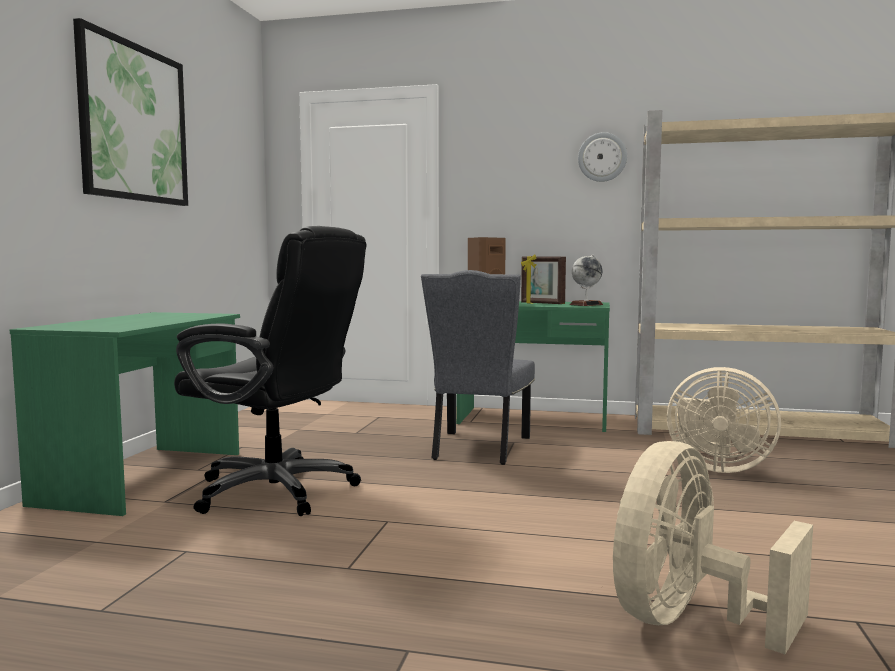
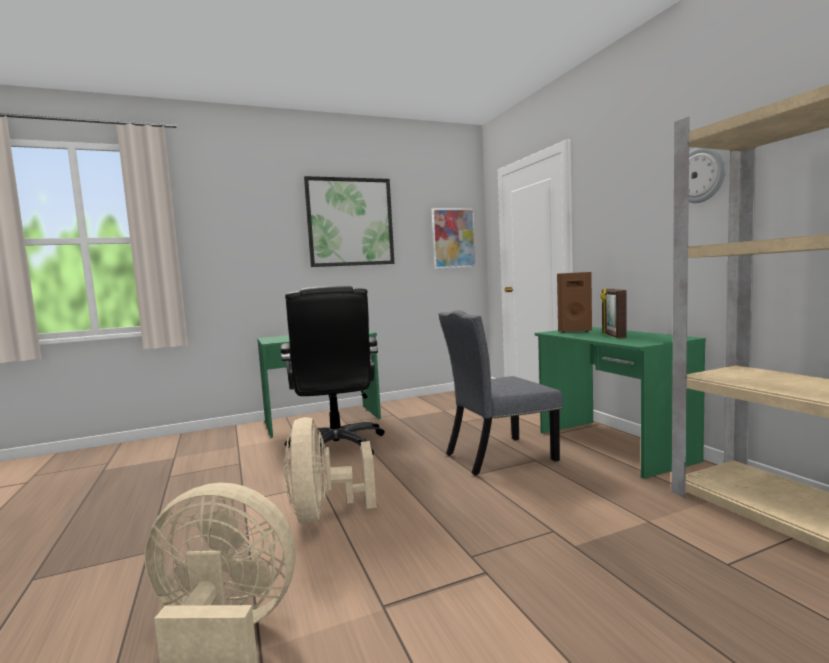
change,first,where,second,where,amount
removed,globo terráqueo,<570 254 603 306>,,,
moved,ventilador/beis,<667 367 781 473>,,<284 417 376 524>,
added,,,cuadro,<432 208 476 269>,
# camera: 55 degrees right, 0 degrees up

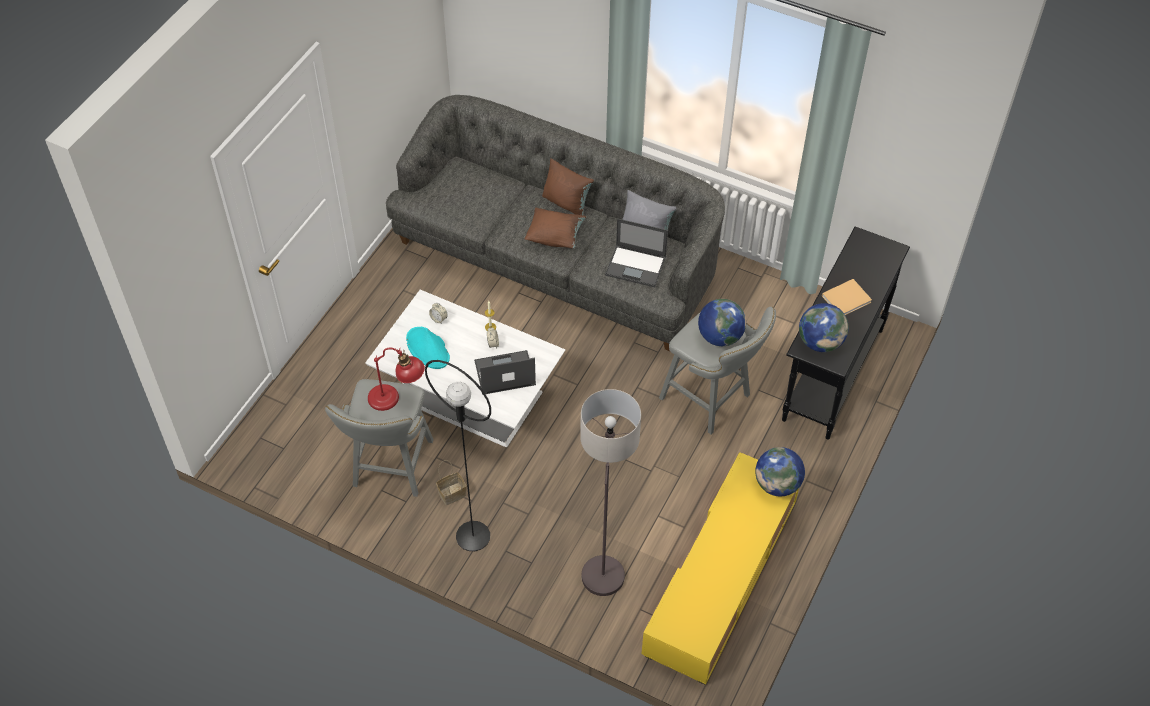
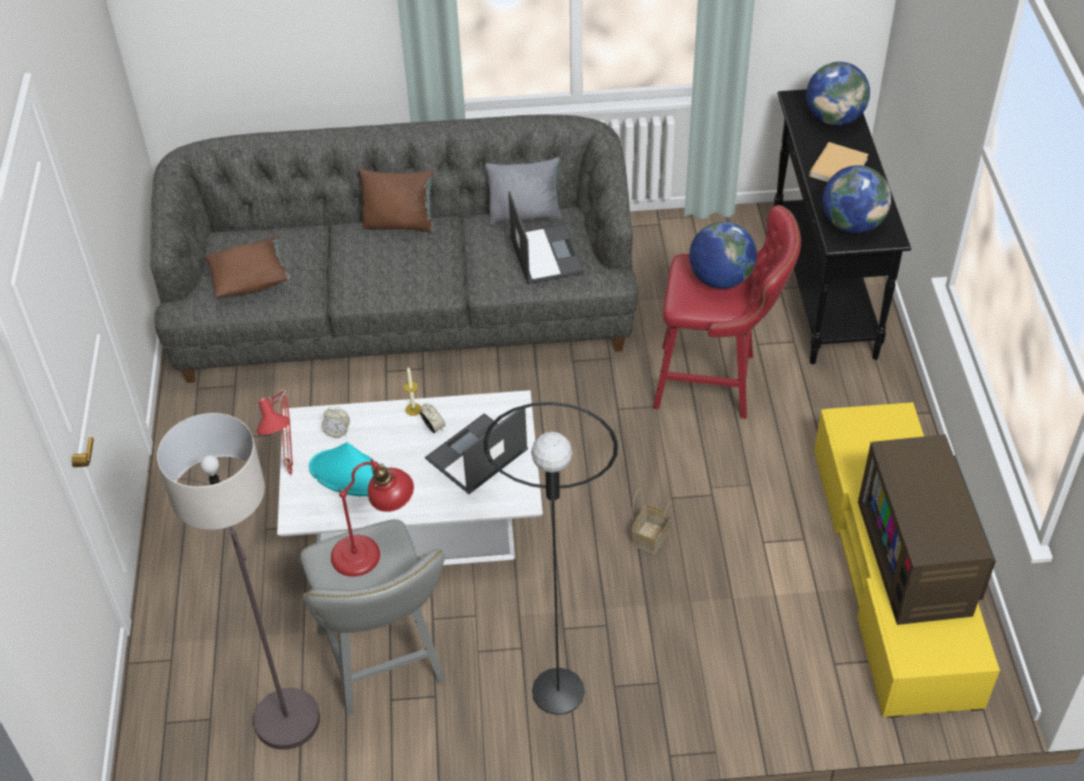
change,first,where,second,where,amount
moved,cesta,<436 460 466 505>,,<631 489 673 554>,
moved,cojín/marrón,<525 208 586 248>,,<204 237 290 297>,
moved,lámpara de pie/gris,<580 389 641 596>,,<157 413 320 750>,
turned,portátil,<605 219 668 287>,,<508 191 584 284>,90 degrees counterclockwise
recoloured,taburete/gris,<659 306 776 434>,taburete/rojo,<653 205 801 419>,
moved,globo terráqueo,<755 447 805 496>,,<806 62 870 125>,
added,,,lámpara de mesa/rojo,<256 389 293 476>,
added,,,televisor,<858 434 996 625>,
# camera: 30 degrees left, 5 degrees down

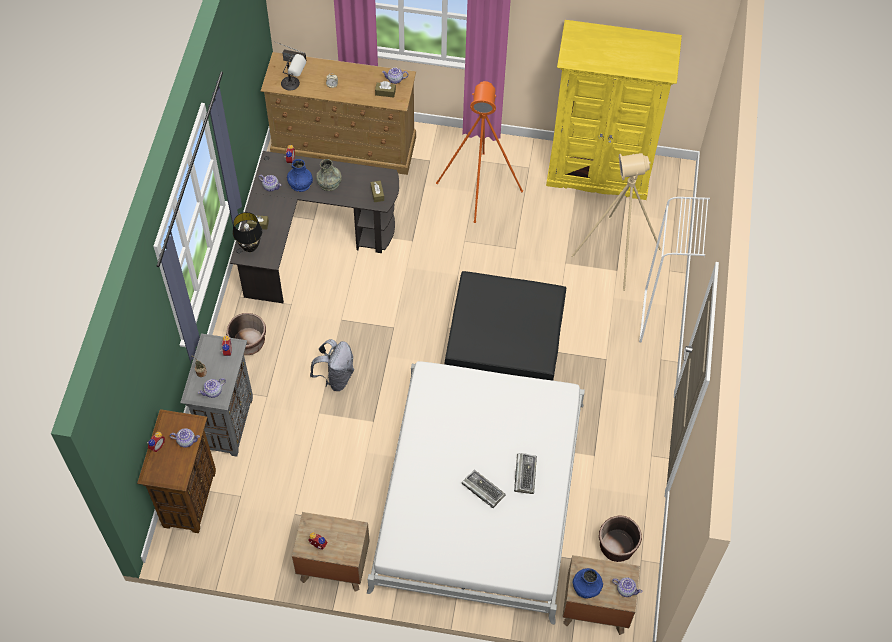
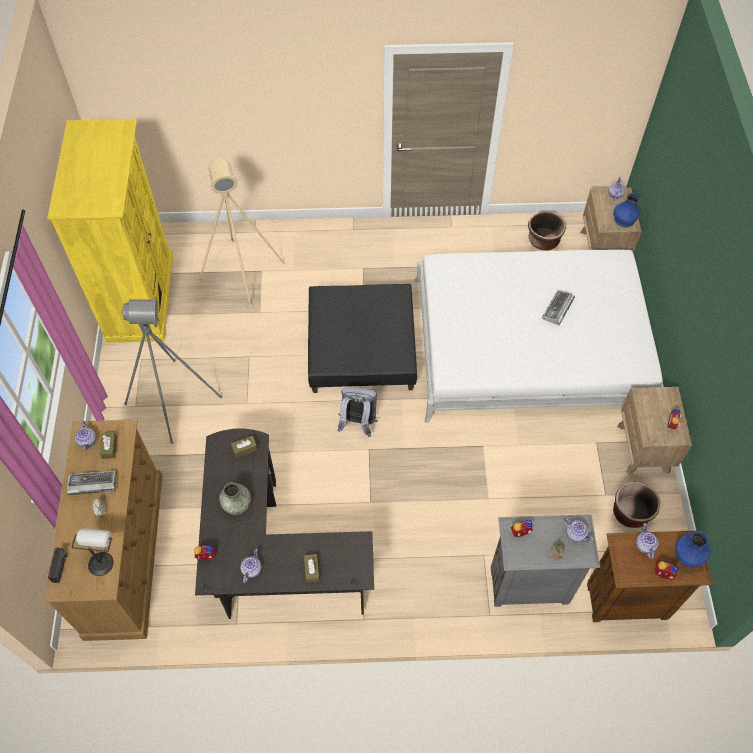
change,first,where,second,where,amount
moved,maceta/marrón,<226 313 266 355>,,<613 482 660 528>,
removed,lámpara de mesa/negro,<233 212 262 252>,,,
moved,florero/azul,<287 159 313 192>,,<675 531 711 567>,
moved,mochila/gris,<310 339 354 391>,,<338 386 378 437>,
recoloured,lámpara de pie/naranja,<436 81 523 223>,lámpara de pie/gris,<121 297 222 444>,
moved,teclado,<514 453 537 494>,,<67 470 117 495>,
removed,perchero/blanco,<639 197 710 343>,,,
# camera: 100 degrees left, 0 degrees up

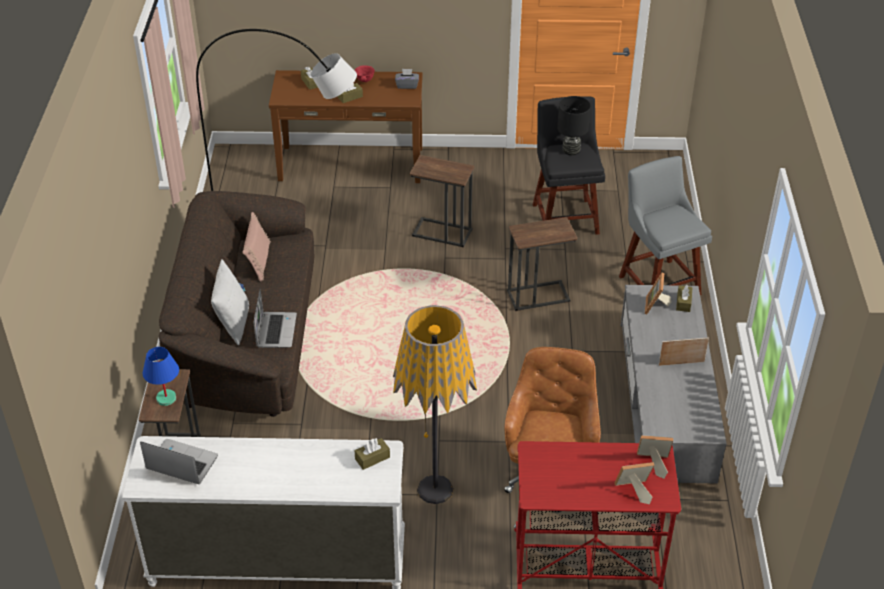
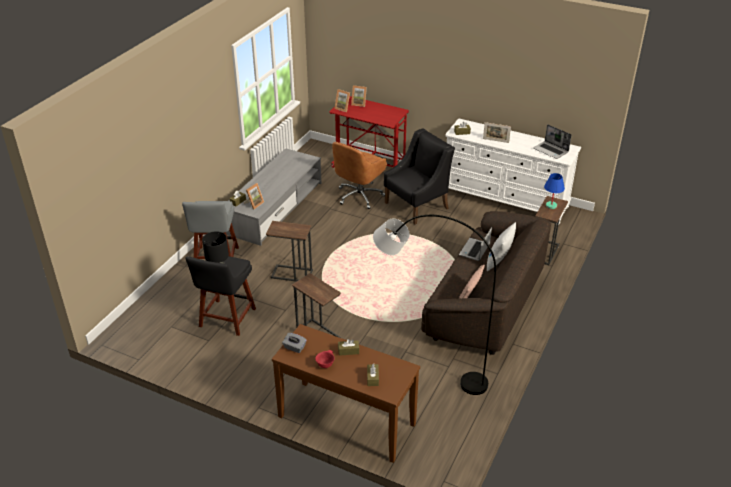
change,first,where,second,where,amount
replaced,lámpara de pie,<393 305 477 504>,sillón/negro,<384 129 455 225>,
moved,portarretratos,<659 337 709 366>,,<483 122 511 143>,
# camera: 155 degrees left, 5 degrees down

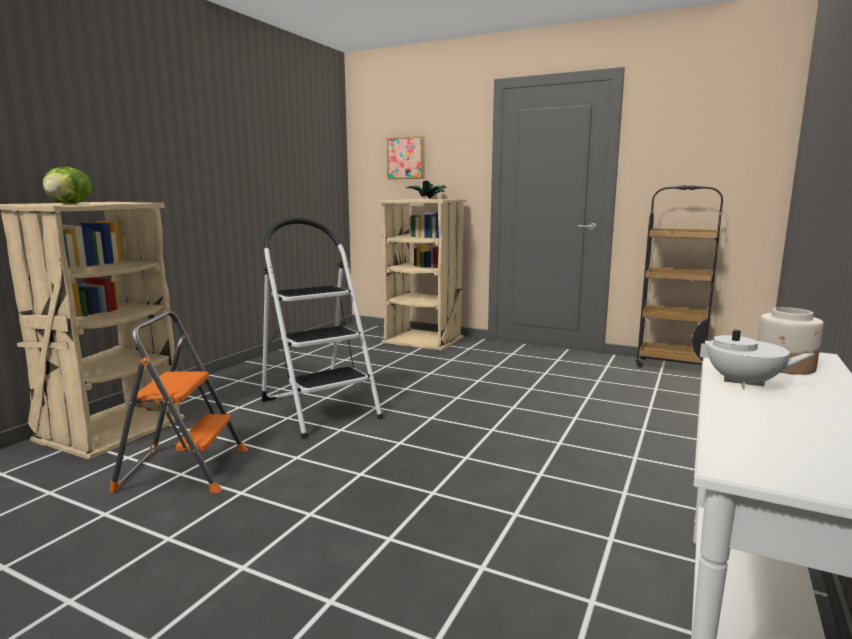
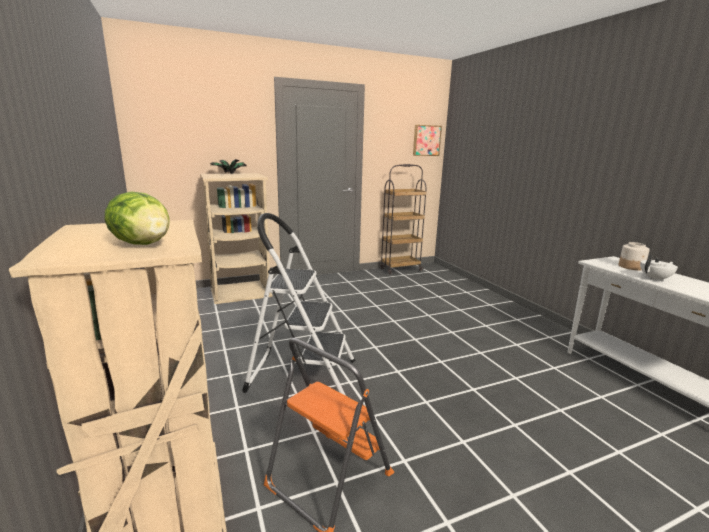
change,first,where,second,where,amount
moved,cuadro,<387 136 425 179>,,<413 125 442 156>,
# camera: 50 degrees left, 5 degrees up

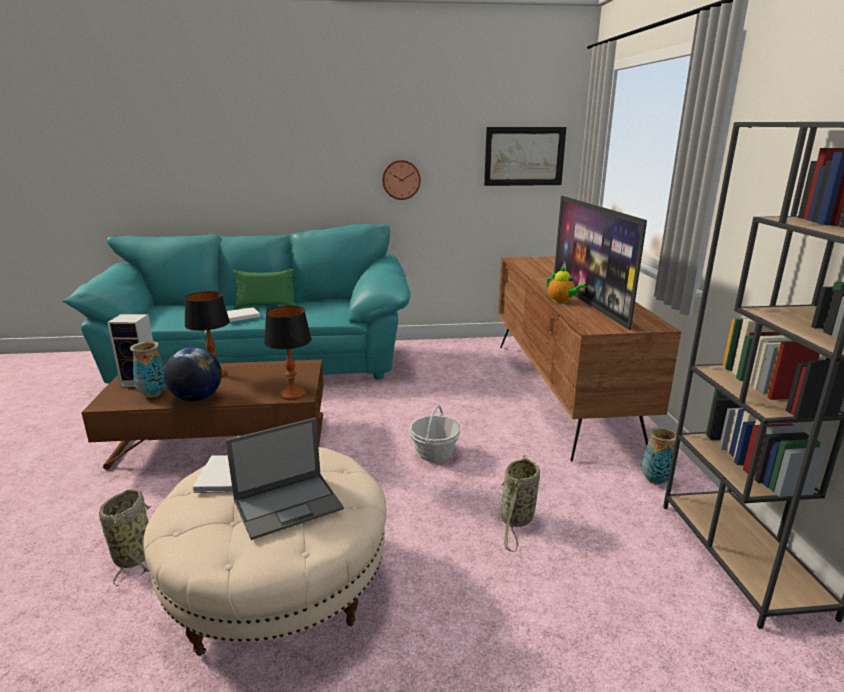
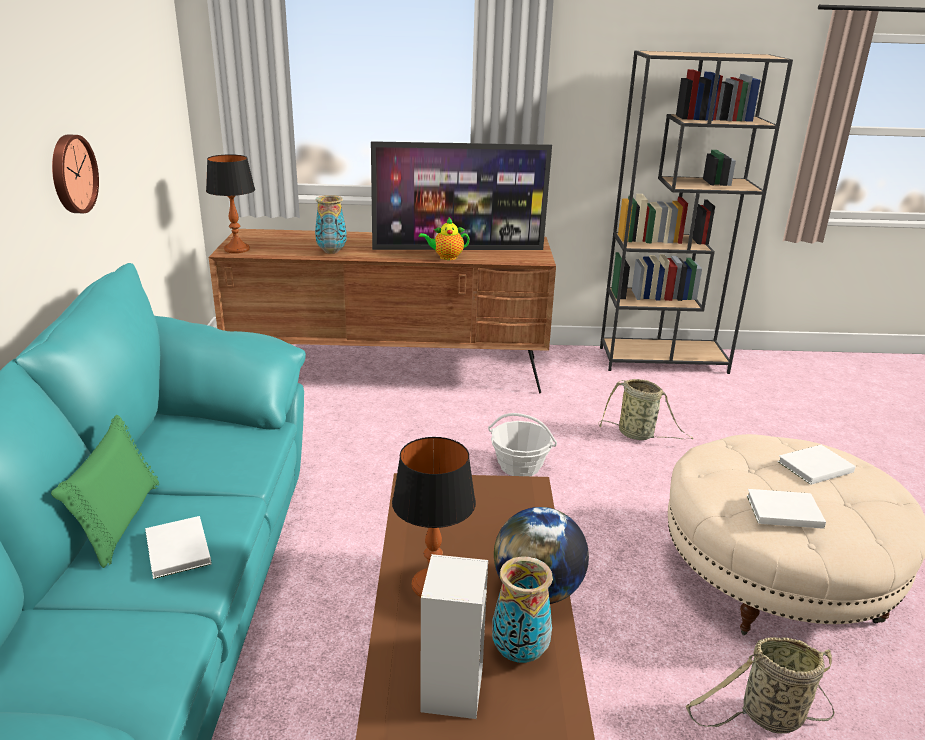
change,first,where,second,where,amount
replaced,portátil,<225 417 344 540>,libro/blanco,<778 445 856 485>,
moved,lámpara de mesa,<264 306 312 400>,,<206 154 255 253>,
removed,cuadro,<484 127 566 186>,,,
turned,tetera,<546 265 587 303>,,<419 218 470 260>,150 degrees counterclockwise
moved,florero,<641 427 677 485>,,<315 195 347 254>,
# camera: 85 degrees left, 5 degrees up

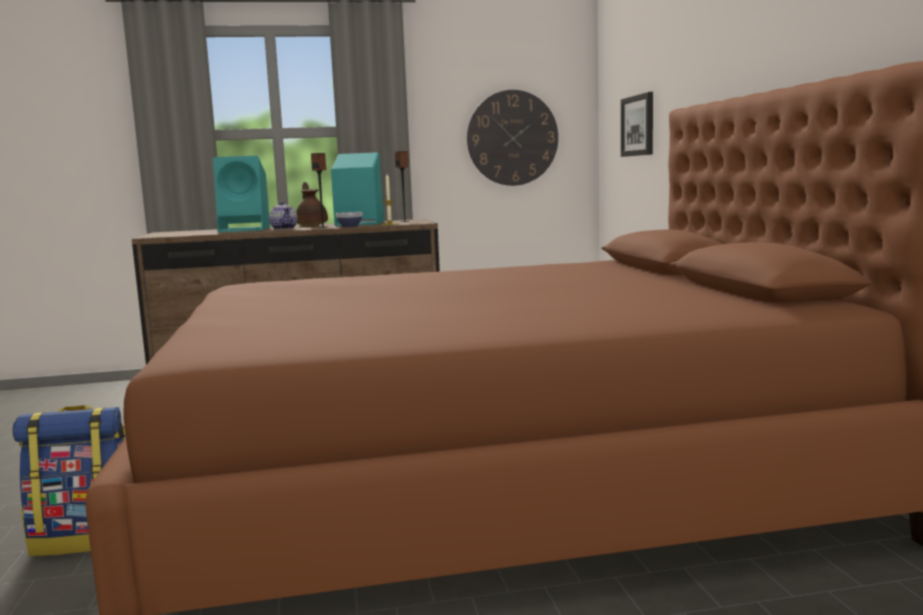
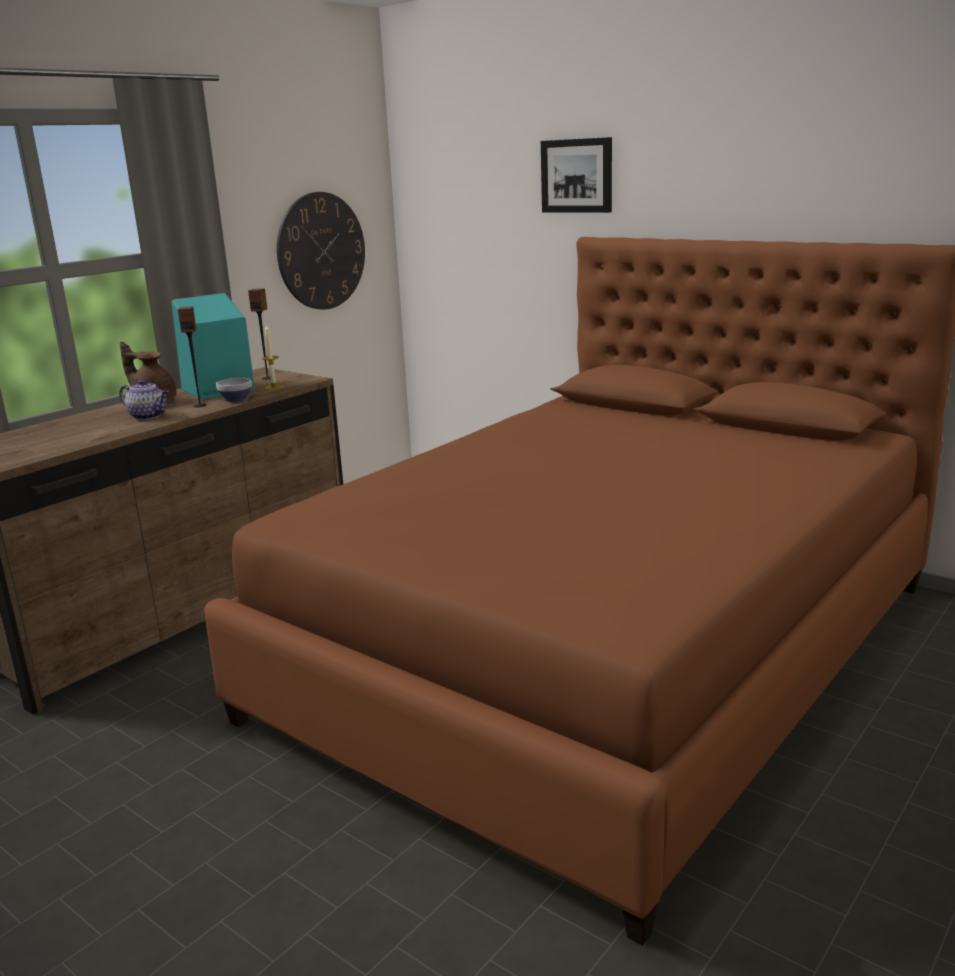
change,first,where,second,where,amount
removed,mochila,<12 405 126 556>,,,
removed,altavoz/turquesa,<213 156 270 232>,,,
moved,cuadro,<621 92 653 157>,,<541 137 612 213>,
# camera: 40 degrees left, 10 degrees up

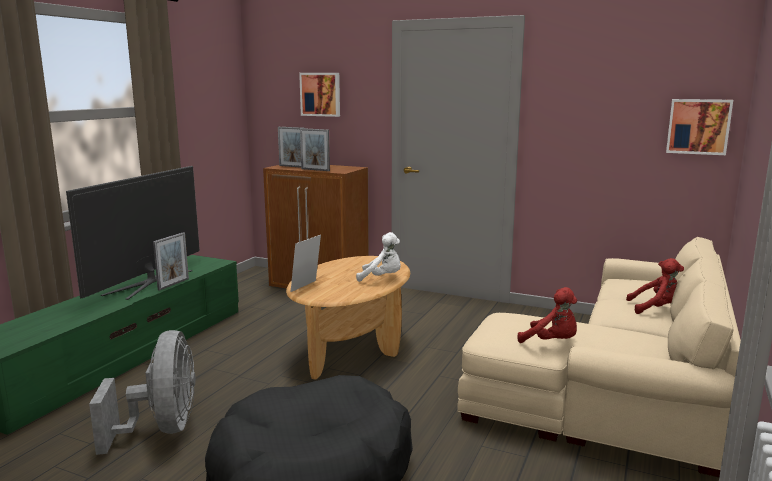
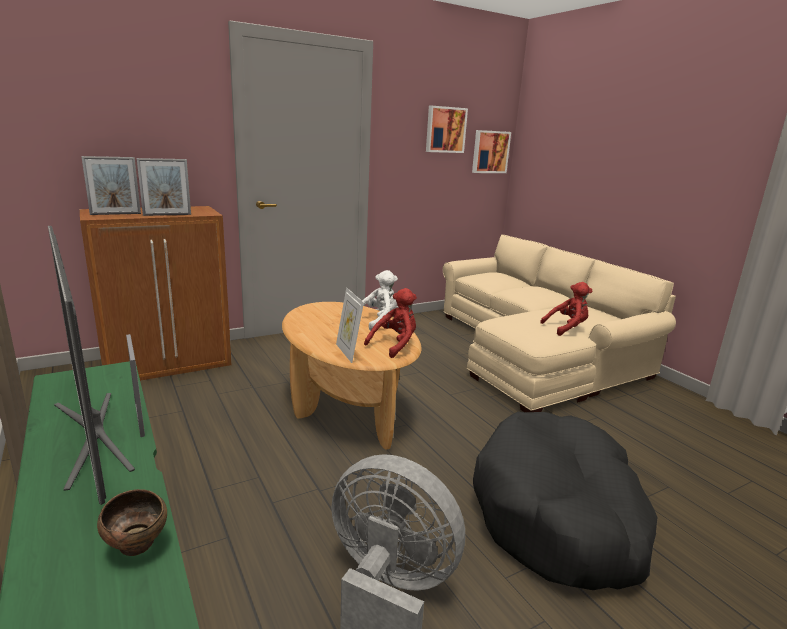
change,first,where,second,where,amount
moved,cuadro,<299 73 340 117>,,<426 106 468 153>,
moved,peluche/rojo,<626 258 684 314>,,<364 288 417 358>,
added,,,cuenco/marrón,<97 489 167 556>,
# camera: 55 degrees left, 5 degrees up

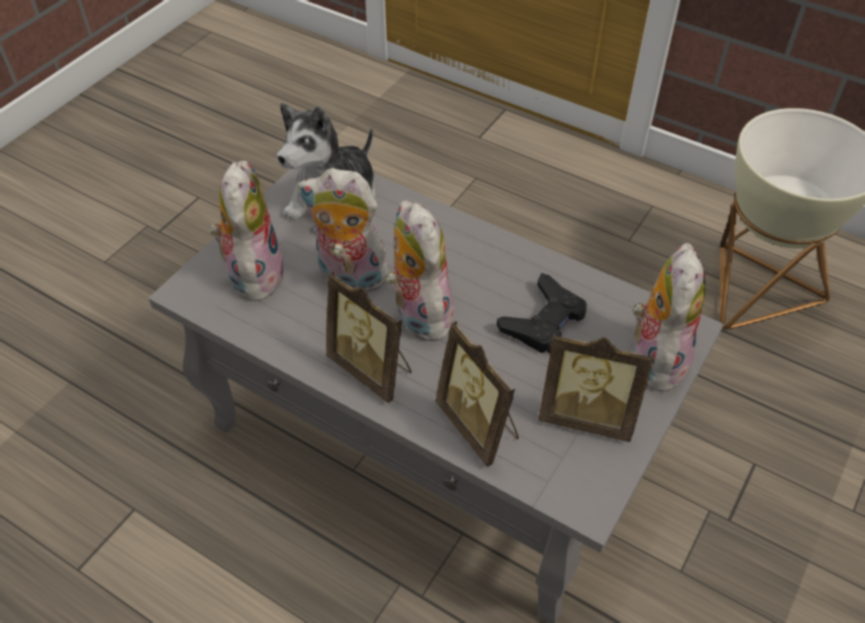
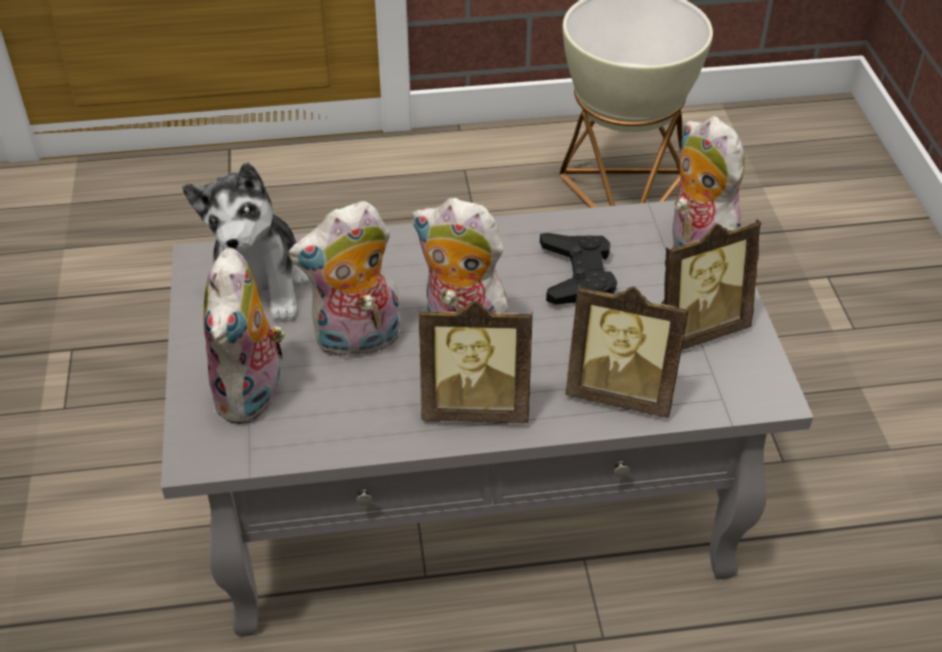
change,first,where,second,where,amount
turned,peluche,<210 161 285 302>,,<203 248 286 424>,135 degrees counterclockwise
# camera: 40 degrees left, 5 degrees down

